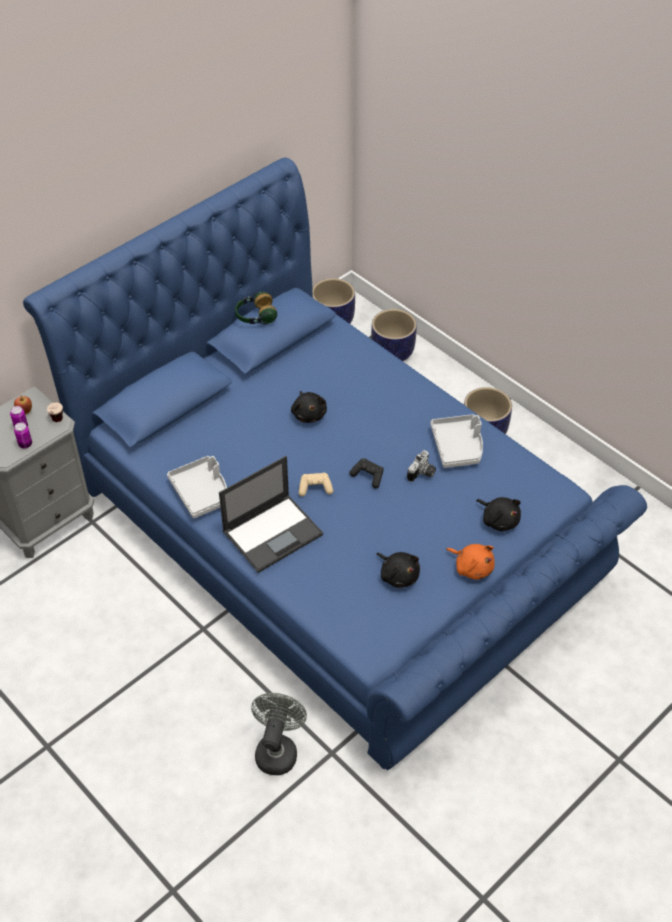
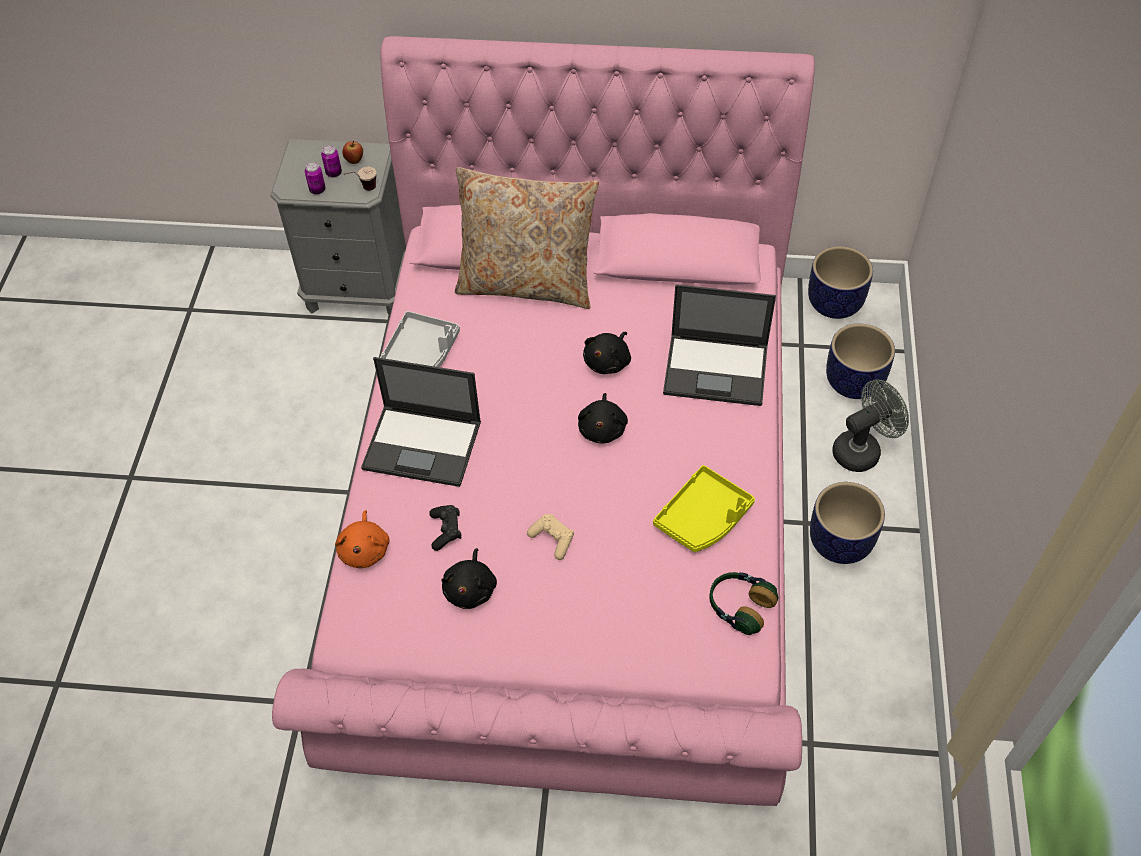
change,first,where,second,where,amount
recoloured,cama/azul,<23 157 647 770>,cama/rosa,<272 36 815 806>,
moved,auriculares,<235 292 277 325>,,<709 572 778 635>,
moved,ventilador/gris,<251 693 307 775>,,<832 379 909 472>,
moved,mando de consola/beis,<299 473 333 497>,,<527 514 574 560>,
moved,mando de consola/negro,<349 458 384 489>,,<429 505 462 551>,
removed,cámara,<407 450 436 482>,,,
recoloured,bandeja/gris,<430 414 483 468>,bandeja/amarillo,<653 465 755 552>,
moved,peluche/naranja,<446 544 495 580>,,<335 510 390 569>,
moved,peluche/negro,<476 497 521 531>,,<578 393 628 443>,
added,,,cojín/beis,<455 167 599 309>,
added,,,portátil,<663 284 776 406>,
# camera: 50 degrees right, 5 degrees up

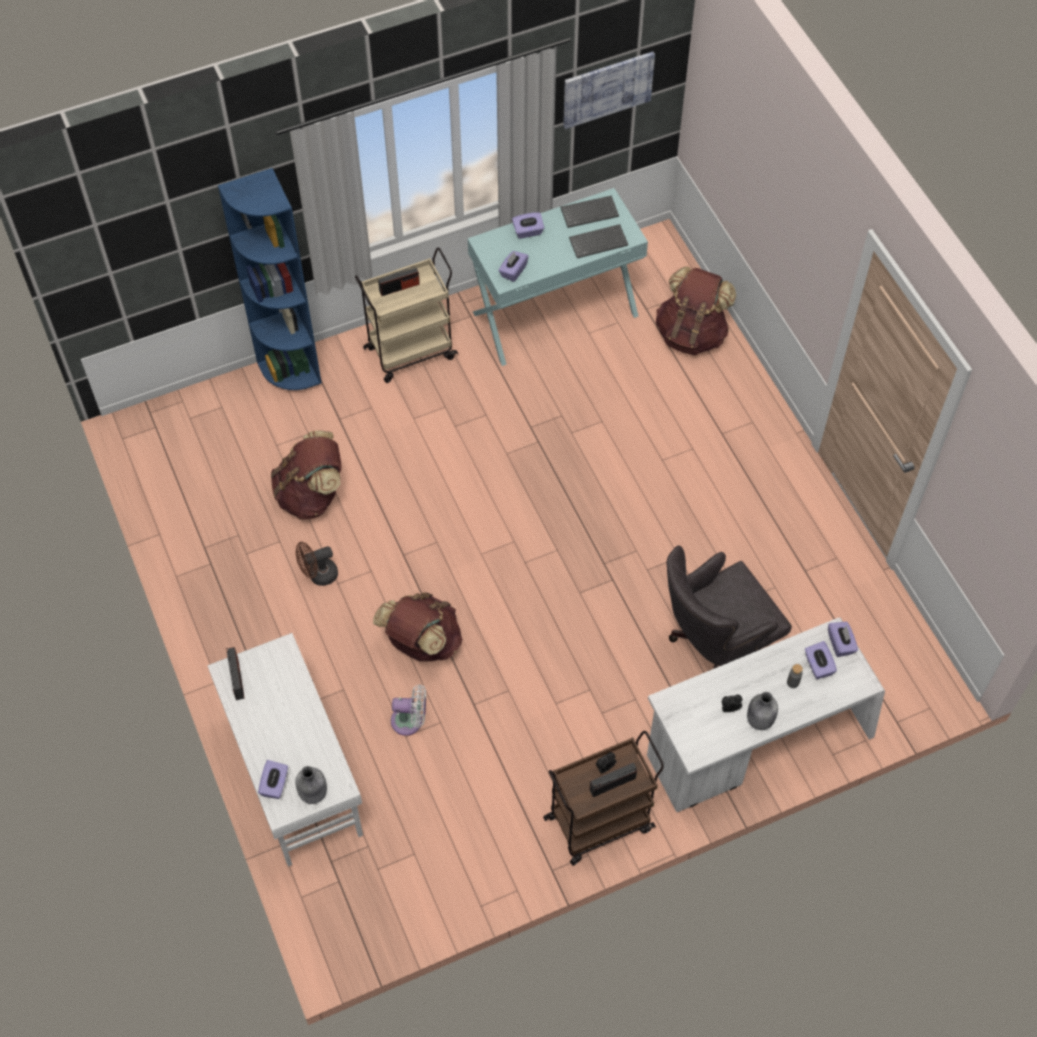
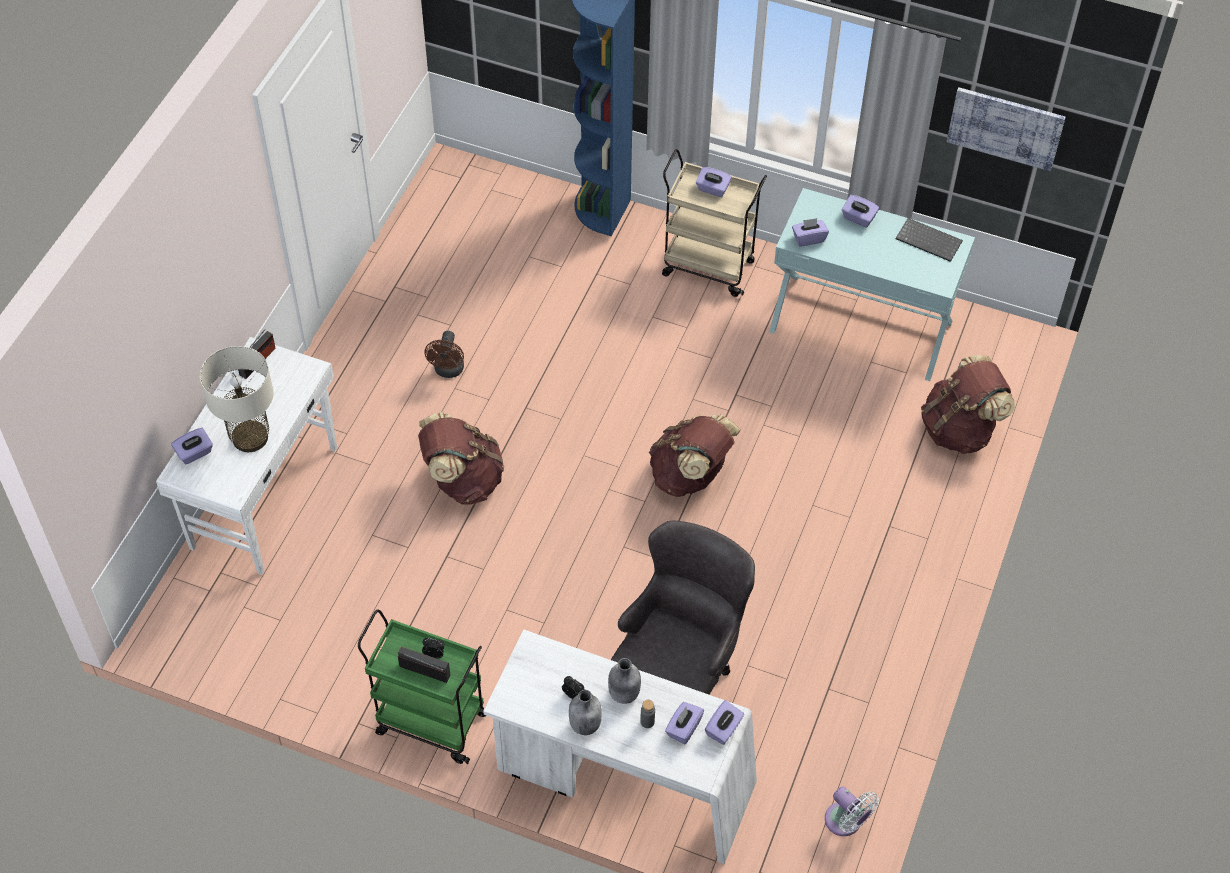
change,first,where,second,where,amount
moved,mochila/marrón,<271 431 342 520>,,<649 415 741 497>,
moved,botella/gris,<295 766 327 804>,,<608 658 641 704>,
turned,ventilador/marrón,<296 542 338 586>,,<425 331 464 378>,105 degrees counterclockwise
replaced,radio,<378 265 420 296>,caja de pañuelos/morado,<696 167 732 197>,
moved,ventilador/blanco,<391 684 426 736>,,<825 786 879 836>,
recoloured,carrito/marrón,<543 731 664 866>,carrito/verde,<358 609 486 764>,
removed,teclado,<569 224 628 258>,,,
turned,silla de oficina/gris,<667 546 792 669>,,<611 521 755 695>,105 degrees clockwise
added,,,lámpara de mesa,<200 346 274 452>,
# camera: 45 degrees right, 5 degrees down

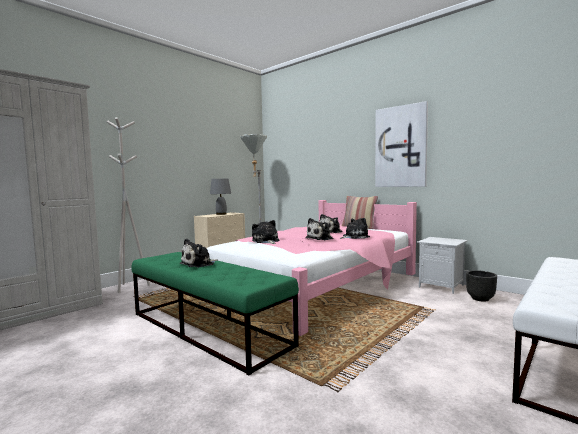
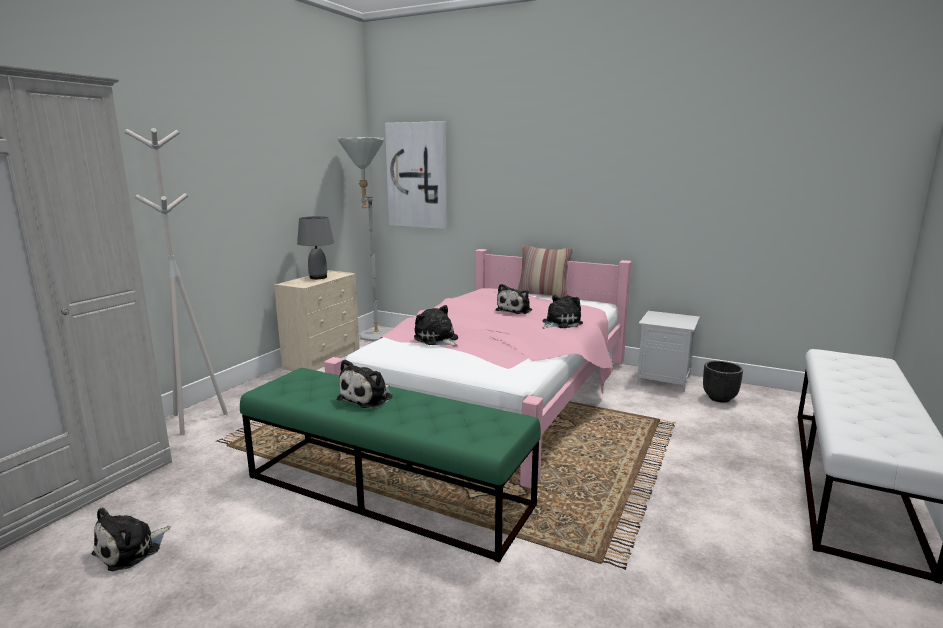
change,first,where,second,where,amount
moved,peluche,<305 218 333 240>,,<92 507 171 571>,
moved,cuadro,<375 101 428 187>,,<385 121 447 229>,
# camera: 15 degrees left, 10 degrees up

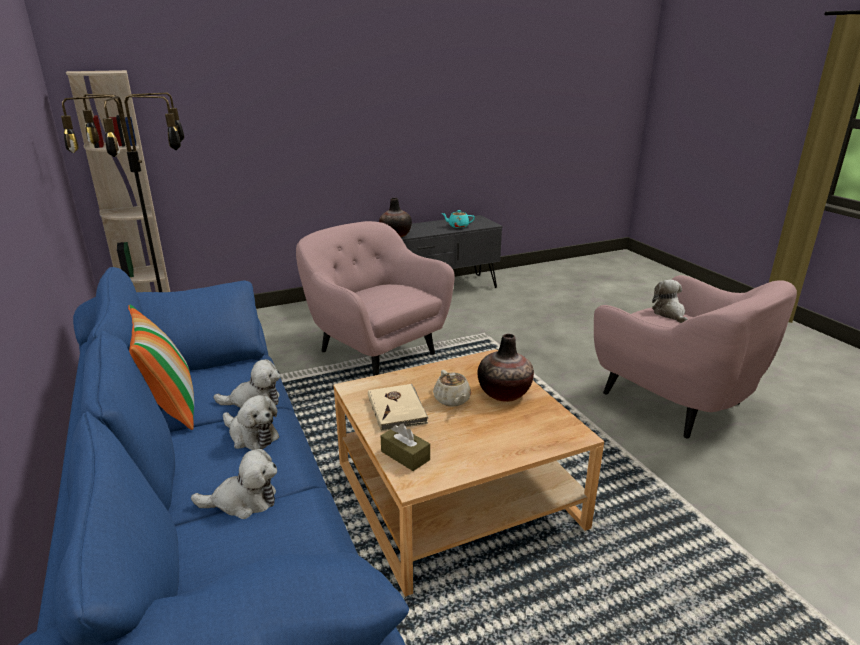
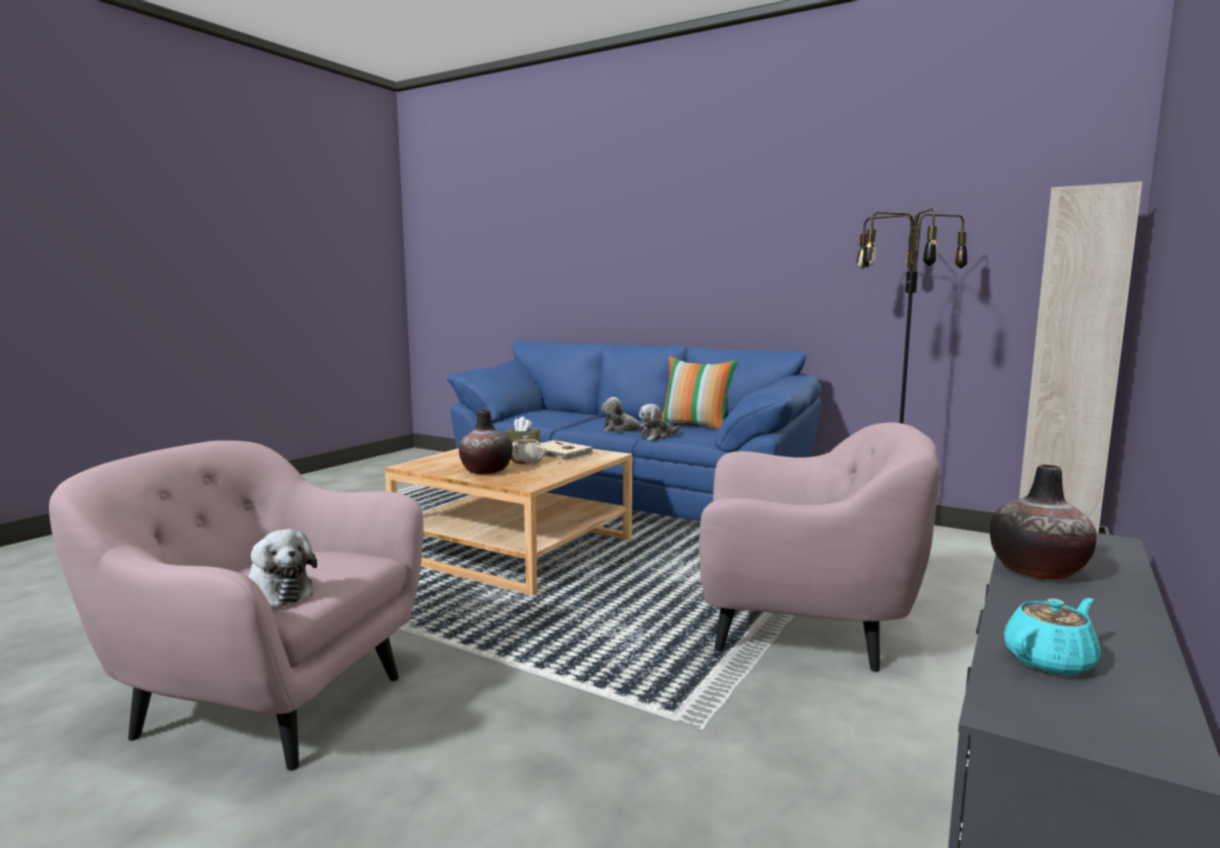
change,first,where,second,where,amount
removed,peluche,<191 449 277 519>,,,
# camera: 145 degrees right, 15 degrees down

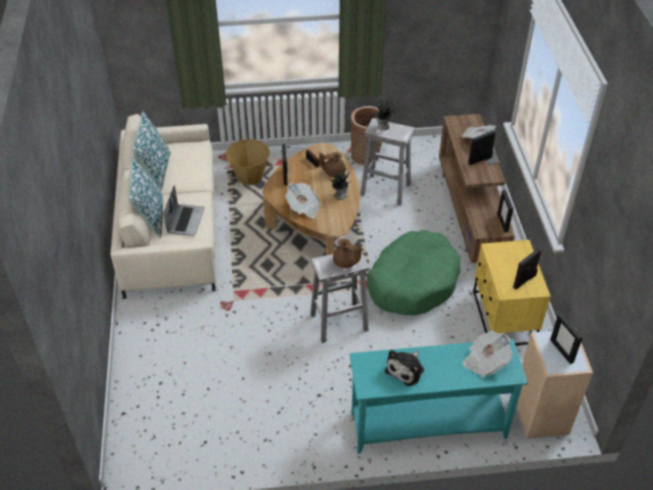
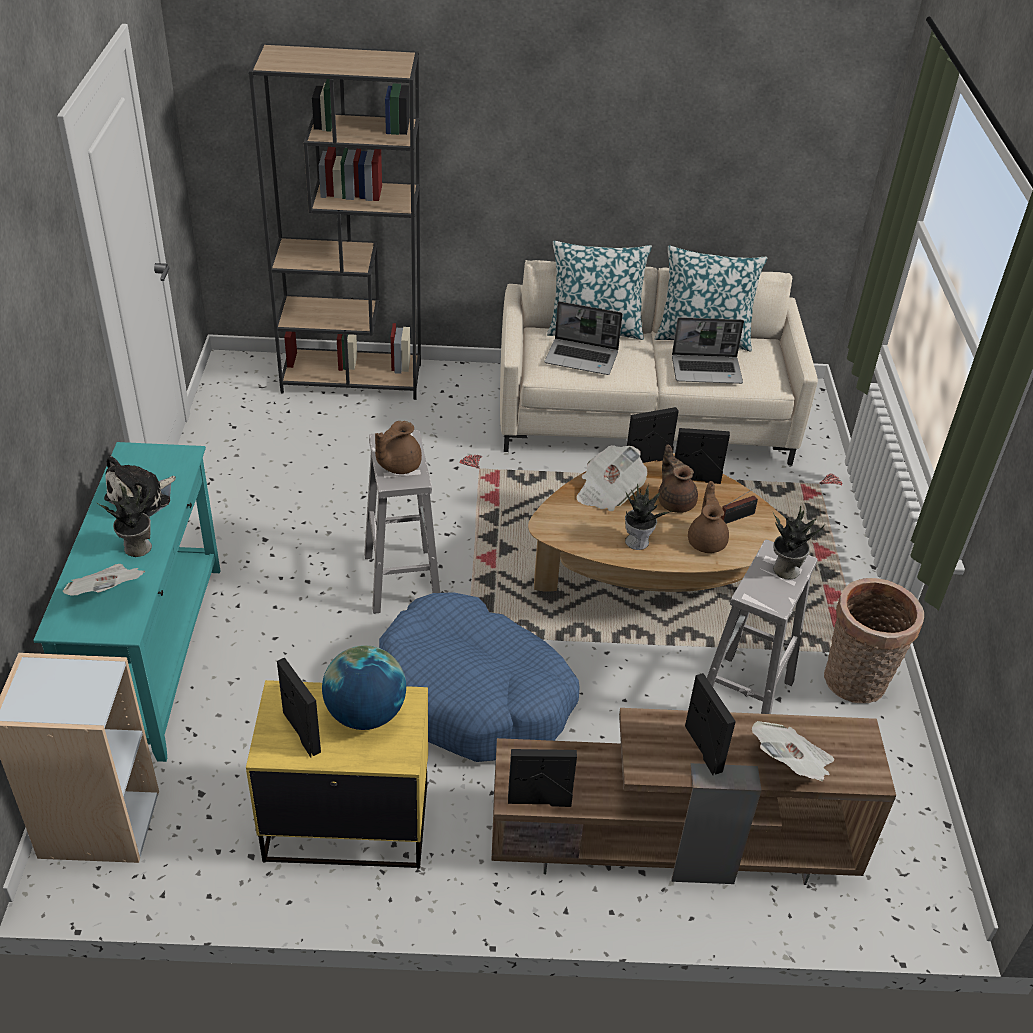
change,first,where,second,where,amount
removed,cesta,<226 139 270 185>,,,
recoloured,cama para perro/verde,<367 230 461 315>,cama para perro/azul,<379 592 580 762>,
turned,peluche,<385 350 424 386>,,<104 456 176 517>,90 degrees counterclockwise
moved,portarretratos,<550 313 583 364>,,<627 407 679 463>,
added,,,planta en maceta,<96 483 152 557>,
added,,,estantería,<249 43 421 400>,
added,,,globo terráqueo,<322 645 406 730>,
added,,,tetera/marrón,<658 445 698 513>,
added,,,portátil,<672 317 744 384>,
# camera: 95 degrees right, 5 degrees down

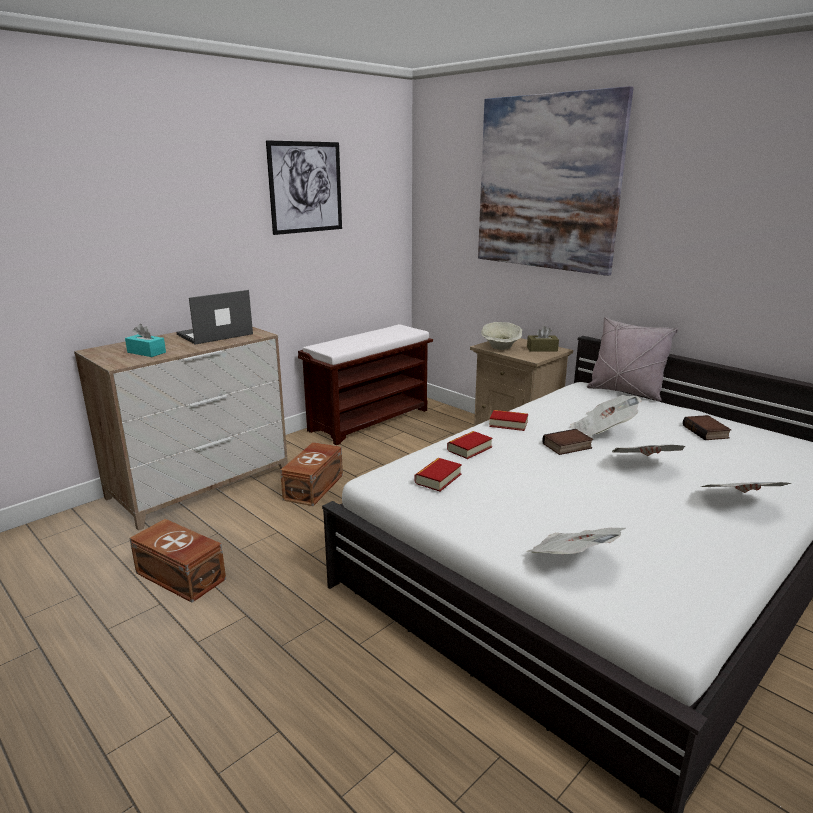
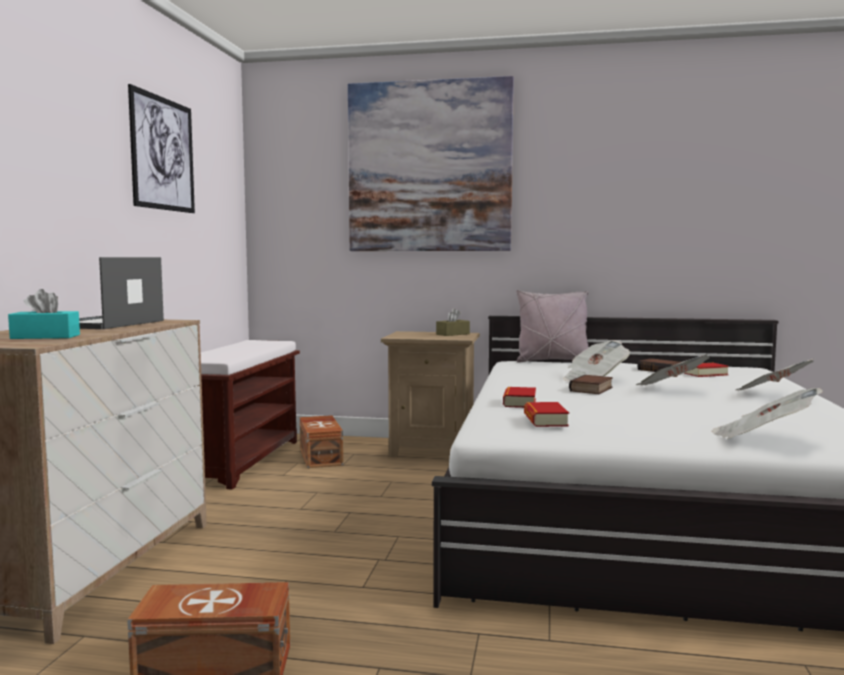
change,first,where,second,where,amount
moved,caja de almacenaje/marrón,<280 442 343 506>,,<300 415 343 468>,
removed,cuenco/beis,<481 322 522 350>,,,
moved,libro,<489 410 528 431>,,<684 363 729 377>,
# camera: 35 degrees left, 15 degrees down

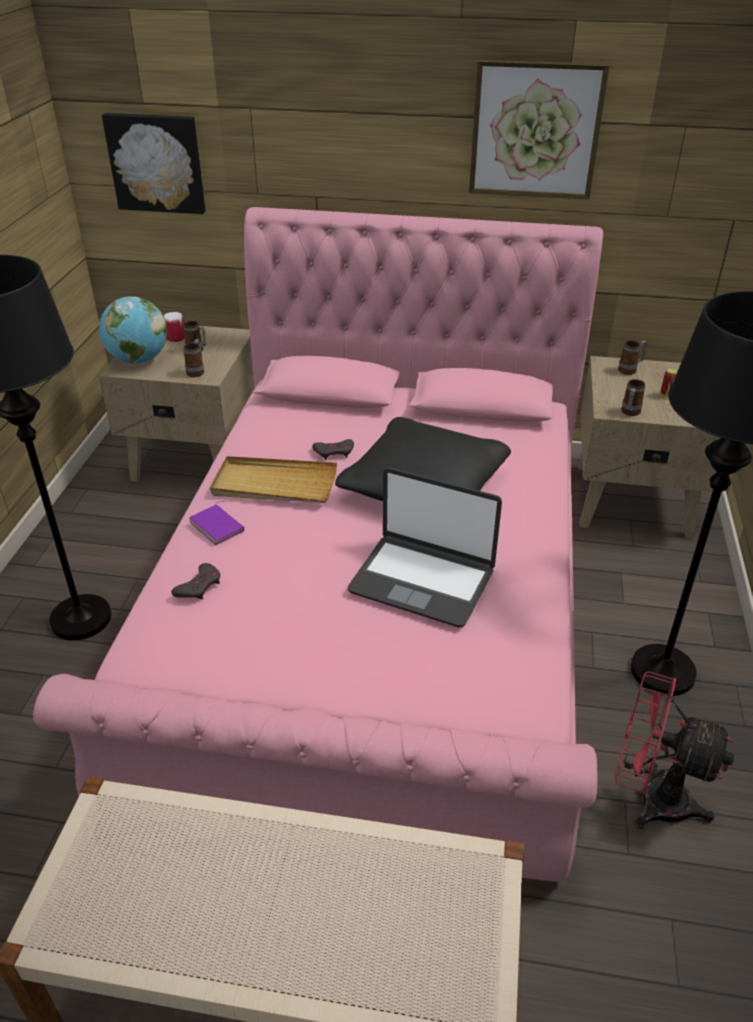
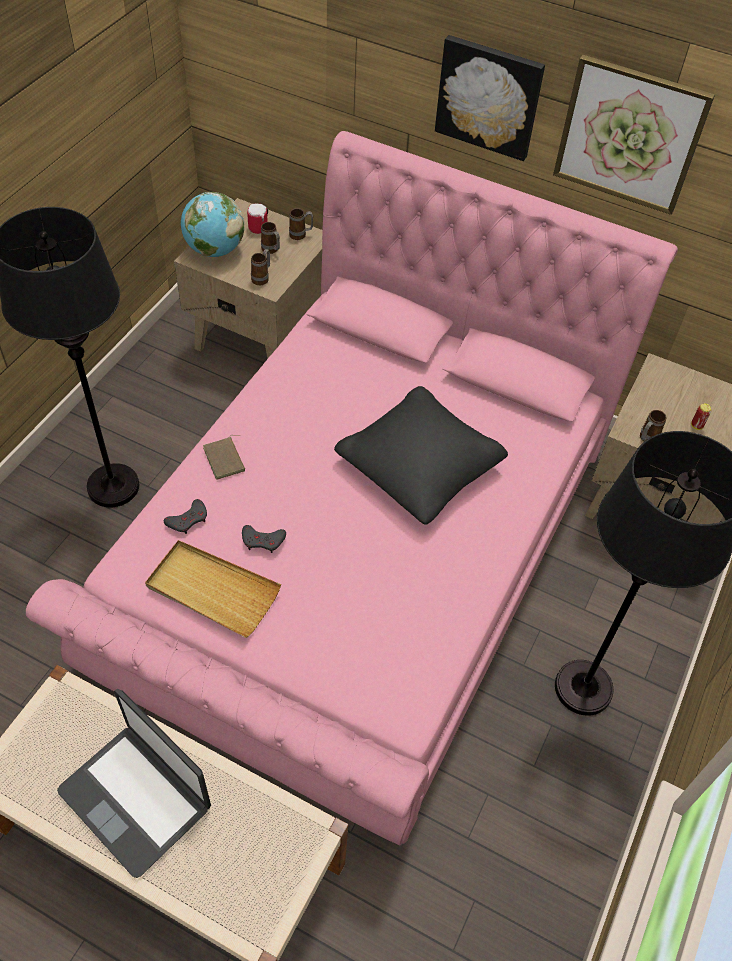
change,first,where,second,where,amount
moved,cuadro,<102 113 206 214>,,<435 35 545 161>,
recoloured,libro/morado,<189 501 244 545>,libro/marrón,<203 435 245 480>,
moved,bandeja/beis,<210 456 337 503>,,<145 540 281 638>,
moved,mando de consola/gris,<312 439 354 460>,,<242 525 286 553>,
moved,portátil,<348 468 502 627>,,<57 689 211 878>,
removed,ventilador/rojo,<615 671 735 829>,,,
moved,taza grande,<618 340 647 375>,,<289 208 313 240>,
# camera: 15 degrees right, 15 degrees up

